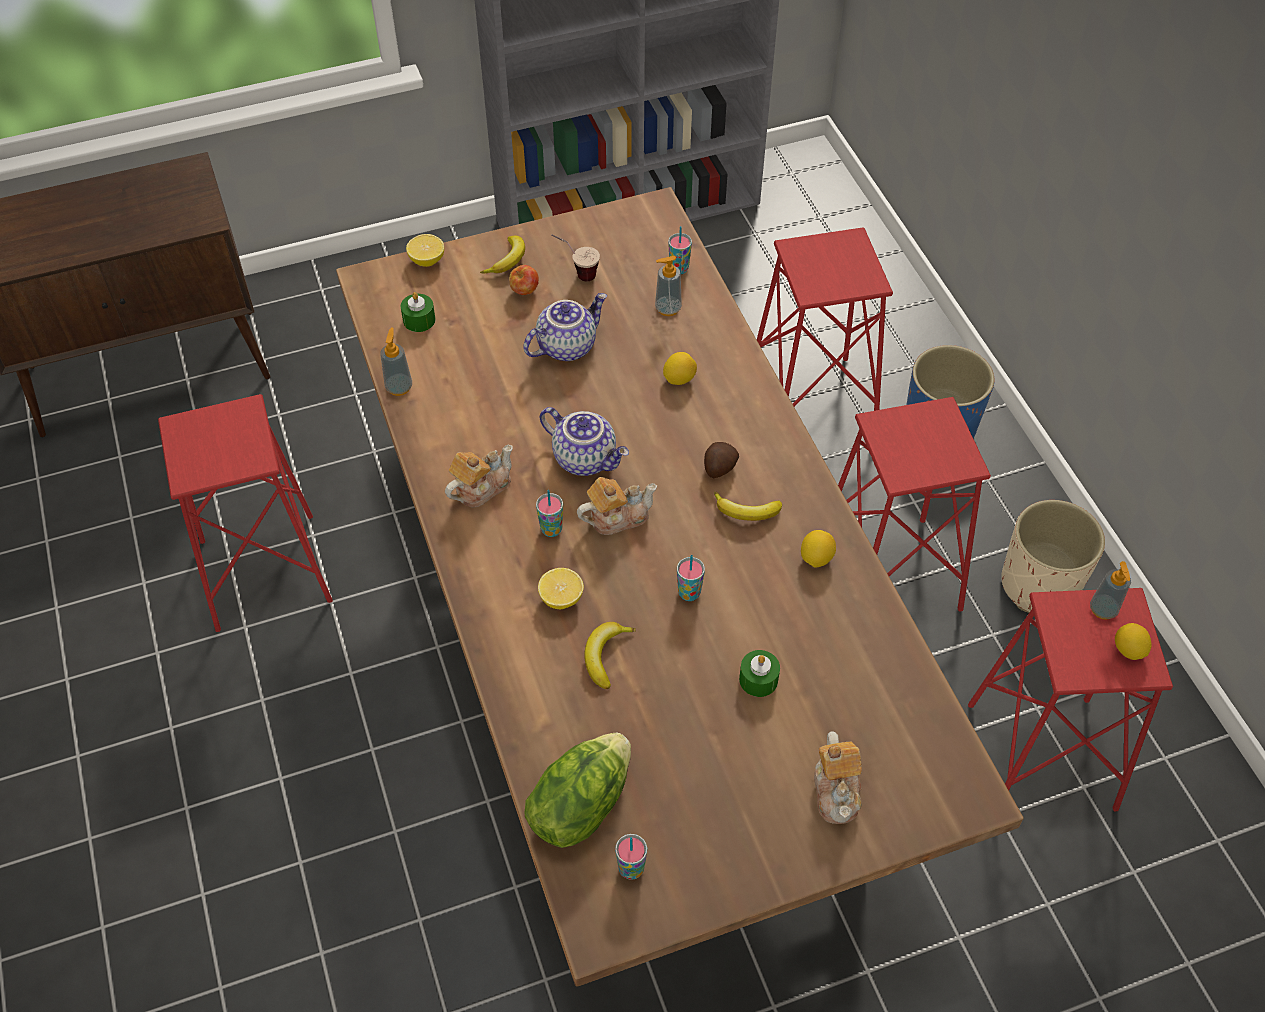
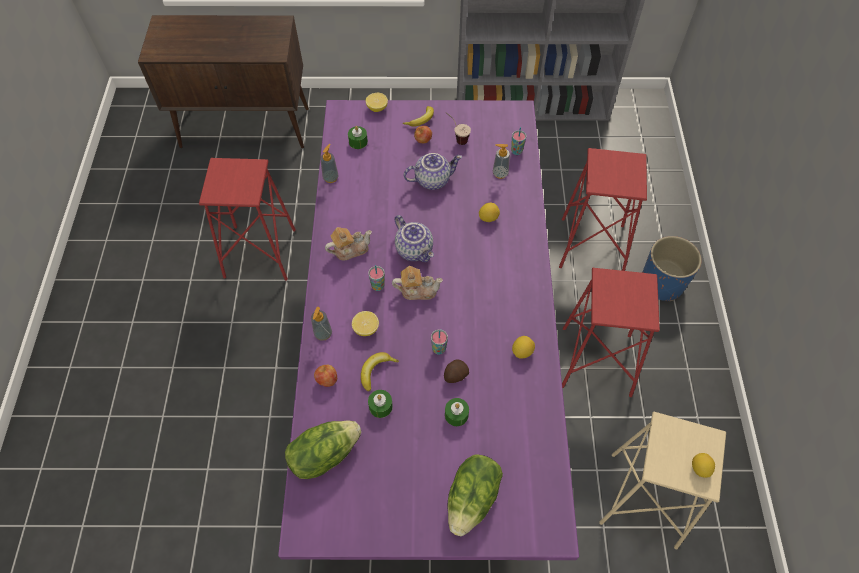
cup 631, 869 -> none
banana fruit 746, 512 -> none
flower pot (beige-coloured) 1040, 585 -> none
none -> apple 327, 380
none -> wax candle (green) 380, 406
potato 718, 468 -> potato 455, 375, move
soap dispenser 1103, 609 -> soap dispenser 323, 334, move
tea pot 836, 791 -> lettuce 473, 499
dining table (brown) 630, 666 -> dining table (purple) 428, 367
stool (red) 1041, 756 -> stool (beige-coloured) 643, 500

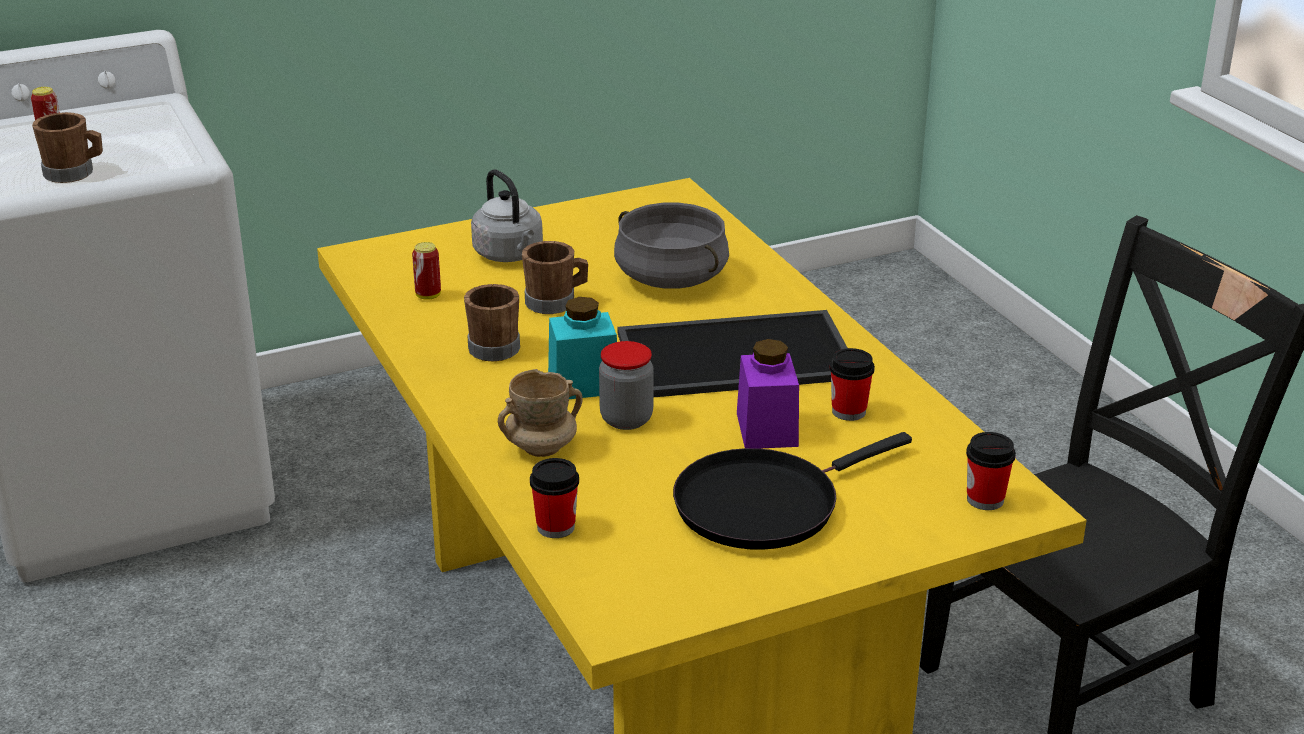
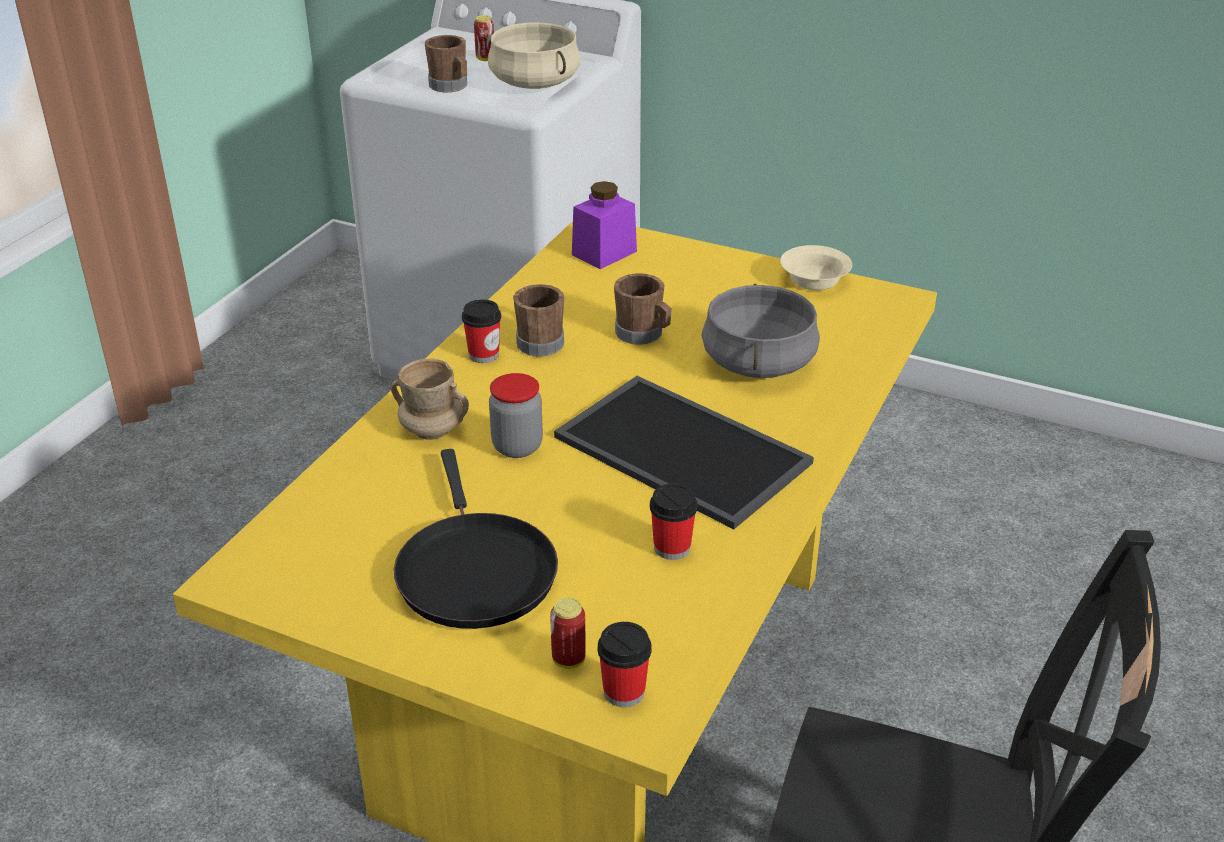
tea kettle (gray) 510, 255 -> none
storage jar (turquoise) 583, 384 -> none
none -> saucepot (beige-coloured) 535, 83
none -> bowl (beige-coloured) 816, 280
can 428, 296 -> can 568, 660, move
cup 556, 527 -> cup 484, 355, move
storage jar (purple) 767, 429 -> storage jar (purple) 604, 253, move
frying pan (blackish) 764, 504 -> frying pan (blackish) 473, 571, 120 degrees counterclockwise

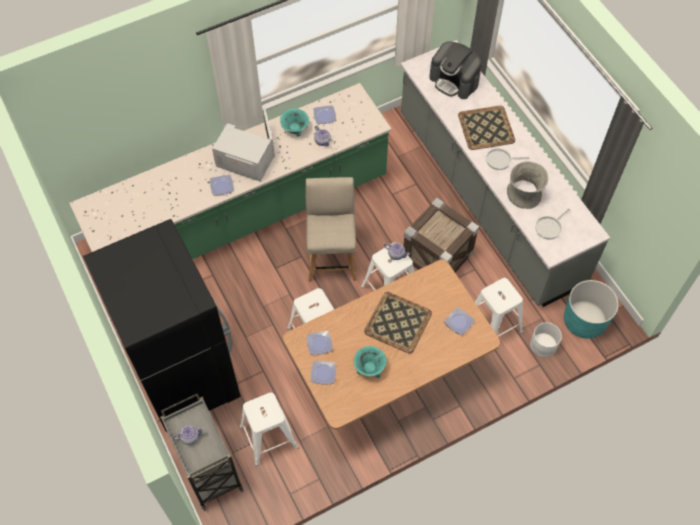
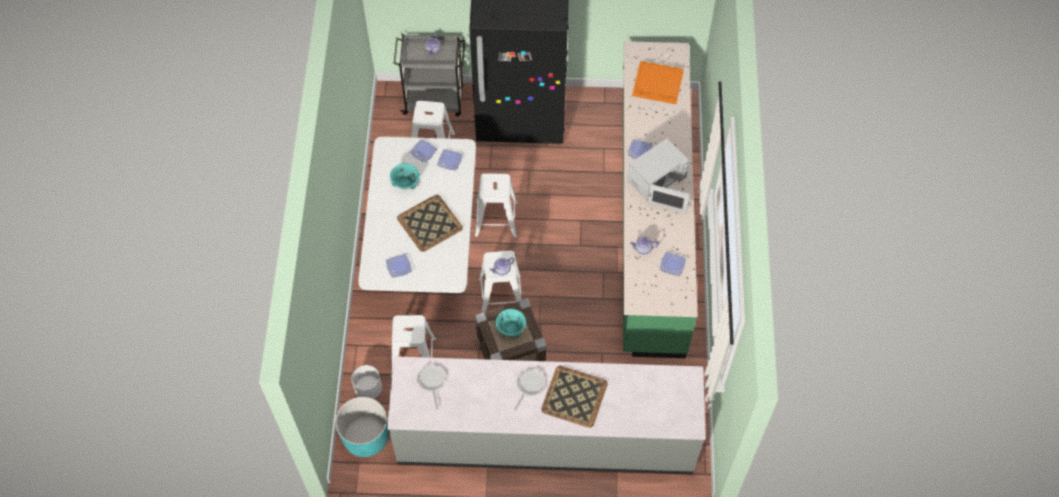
plain chair (beige-coloured) 331, 257 -> none
coffee brewer 454, 81 -> none
flower vase (gray) 523, 195 -> none
none -> carrying tray (orange-coloured) 658, 84
bowl (turquoise) 294, 129 -> bowl (turquoise) 511, 329, move
dining table (brown) 387, 375 -> dining table (whitish) 425, 253

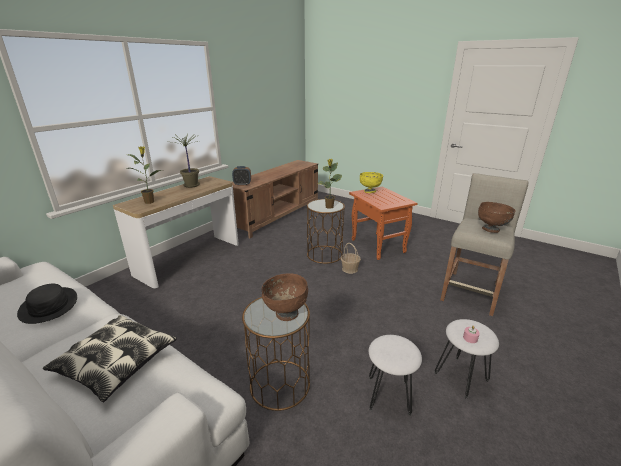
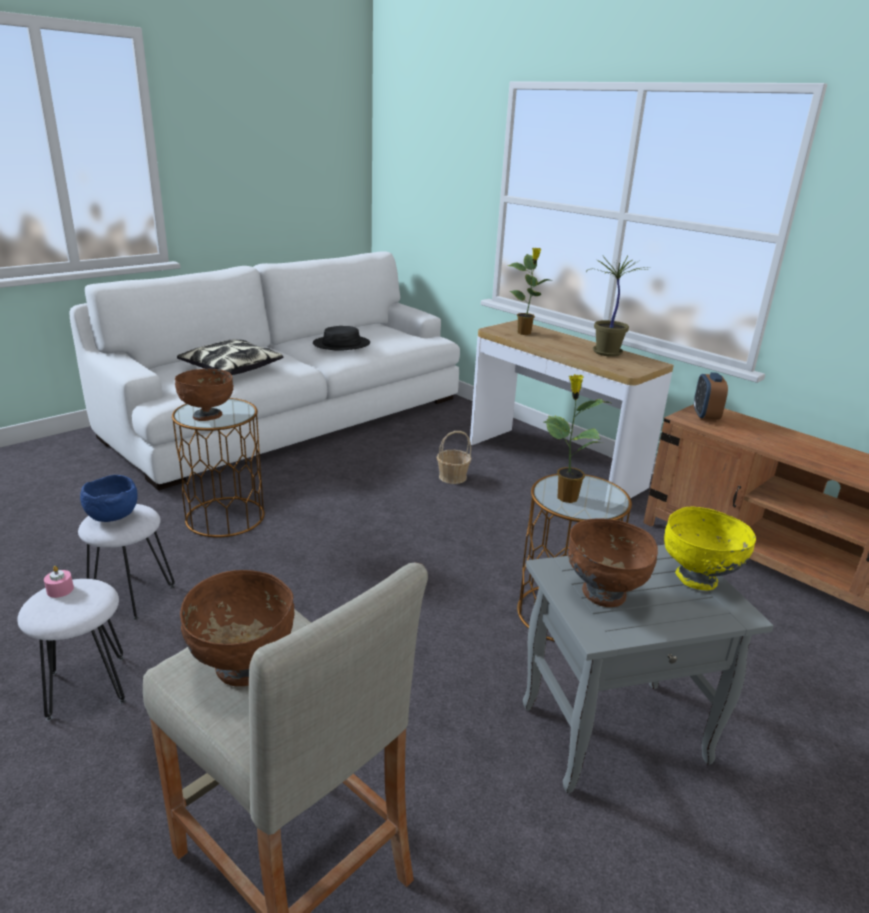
none -> bowl (blue-coloured) 112, 516
none -> bowl (brown) 603, 595
storage basket 350, 269 -> storage basket 452, 477, move
side table (orange-coloured) 376, 246 -> side table (gray) 615, 731

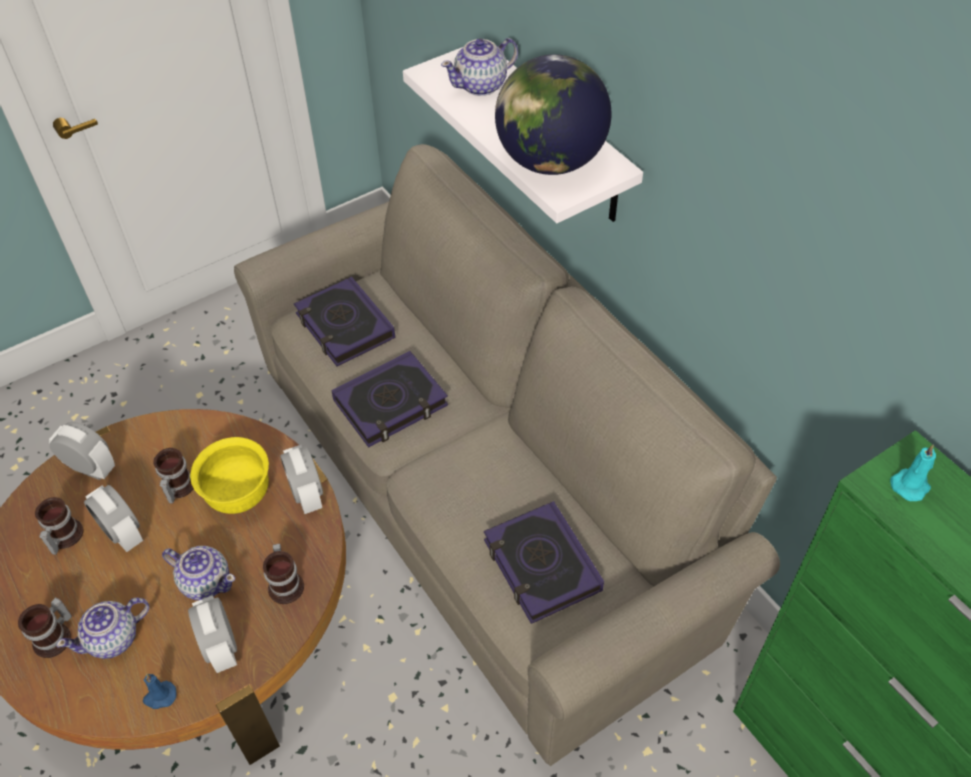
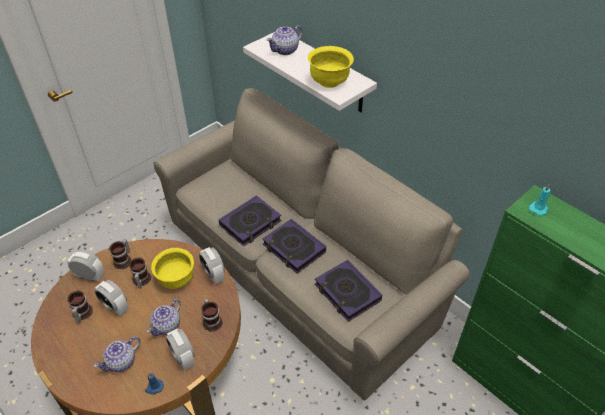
tea mug 56, 638 -> tea mug 124, 261, move
bound book 344, 326 -> bound book 293, 249, move
globe 549, 161 -> bowl (yellow-coloured) 329, 82
tea pot 205, 581 -> tea pot 167, 325, 105 degrees clockwise

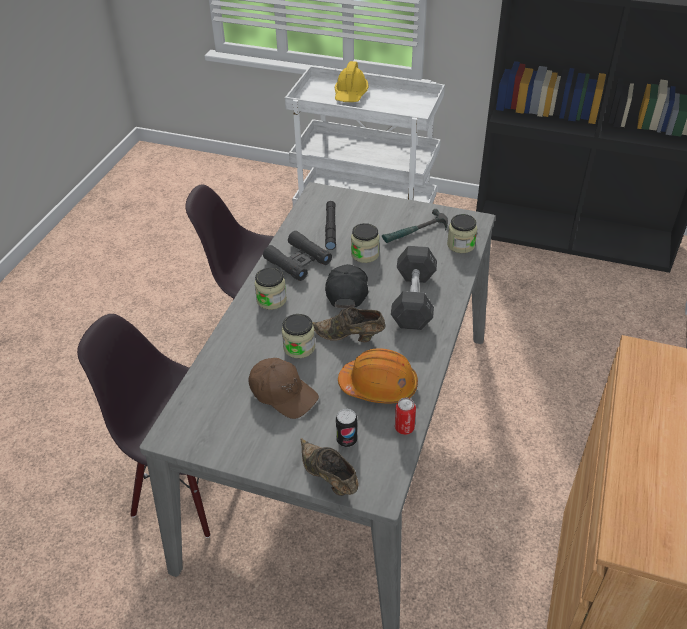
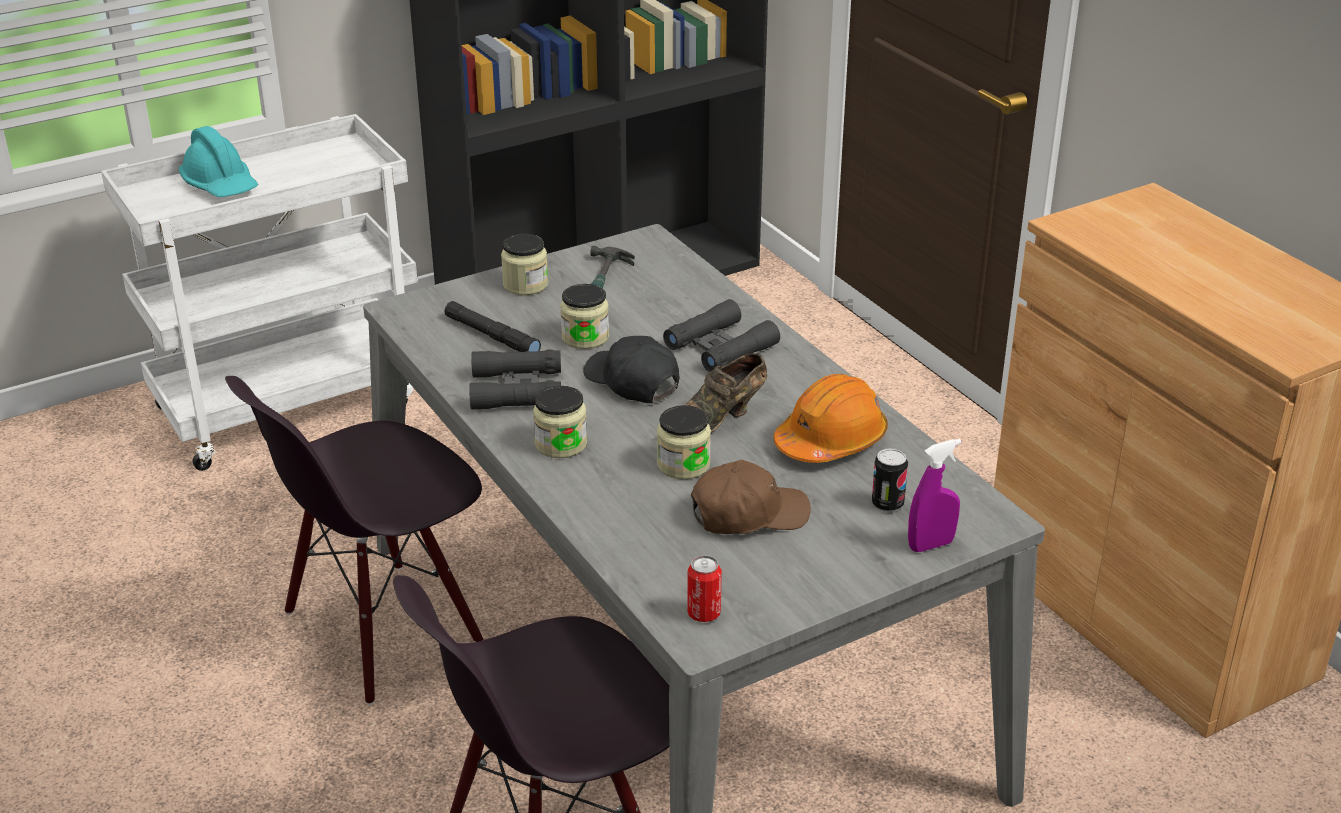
can 404, 428 -> can 704, 614, move
storage jar 461, 245 -> storage jar 525, 285, move
low shoe (brown) 329, 478 -> sprayer (purple) 931, 545
hand weight (gray) 413, 299 -> field glasses (blackish) 720, 347
safety helmet (yellow-coloured) 351, 94 -> safety helmet (turquoise) 220, 185

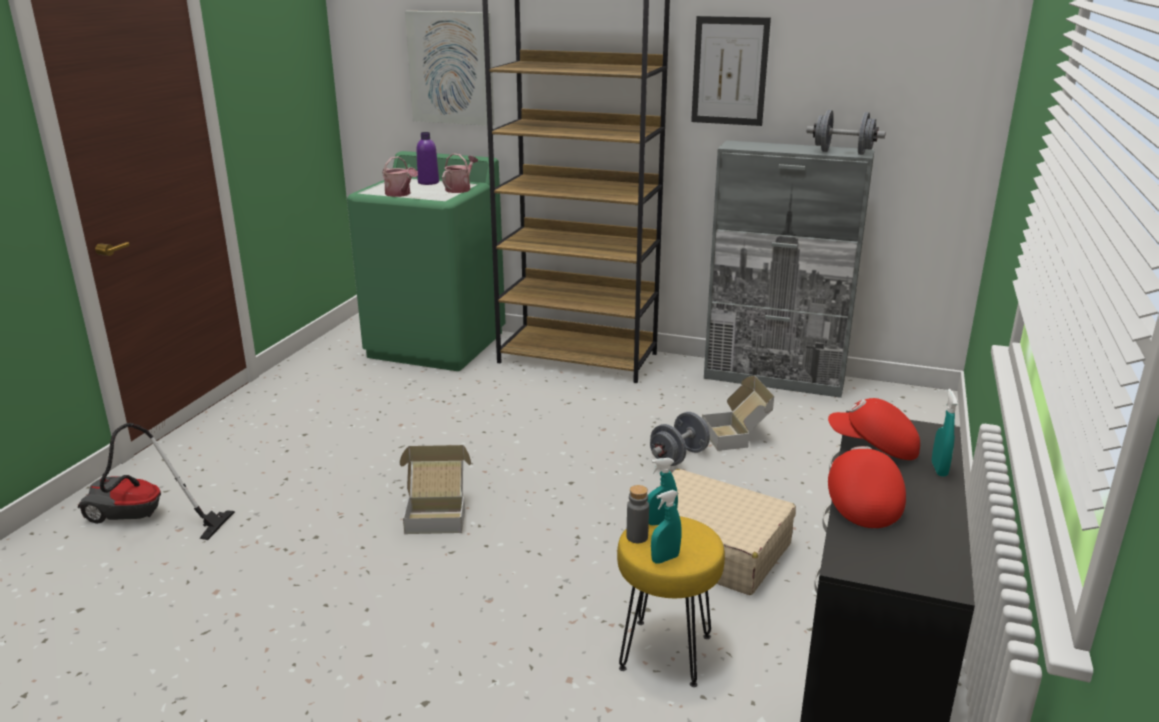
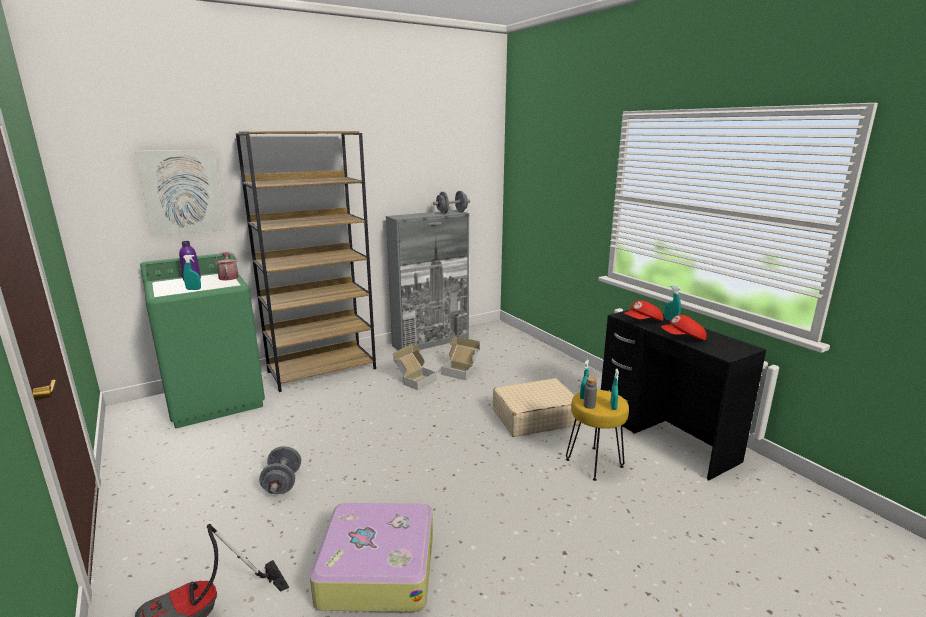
wall picture 729, 71 -> none
none -> suitcase 377, 567
packing box 437, 514 -> packing box 414, 380, move
hand weight (gray) 679, 457 -> hand weight (gray) 282, 483, move
sprinkling can 400, 194 -> sprayer (turquoise) 193, 289
peaked cap (red) 860, 502 -> peaked cap (red) 683, 338, 45 degrees counterclockwise

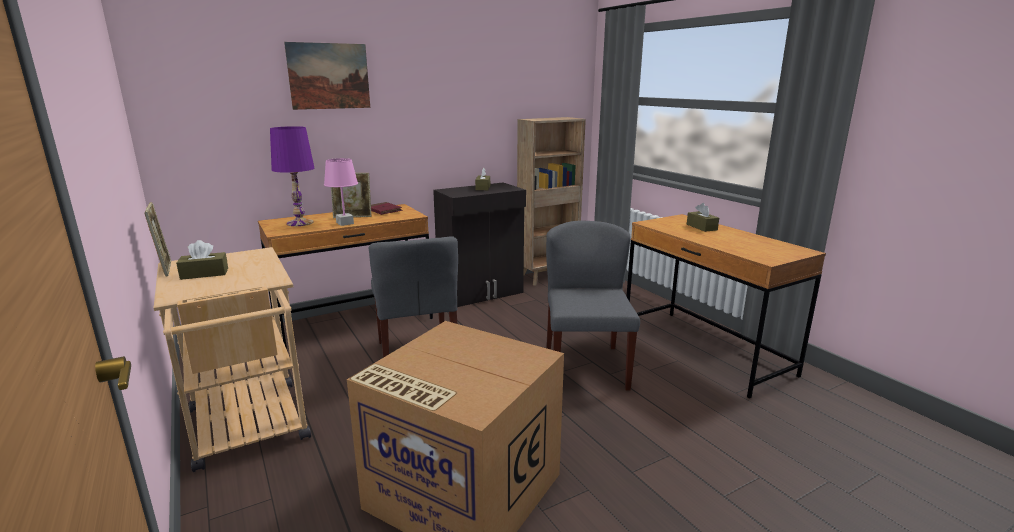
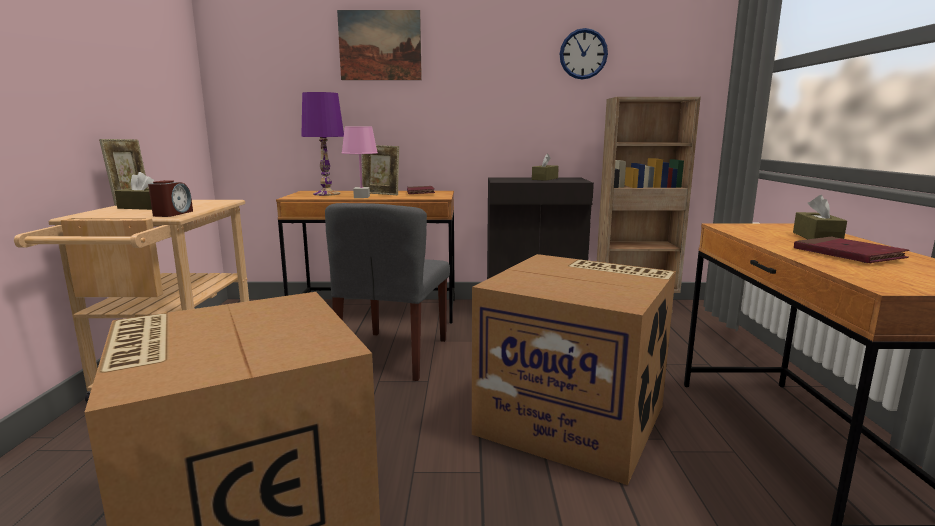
none -> alarm clock 172, 214
none -> wall clock 583, 54
none -> bound book (red) 847, 254
plain chair (gray) 585, 366 -> packing box 574, 419

